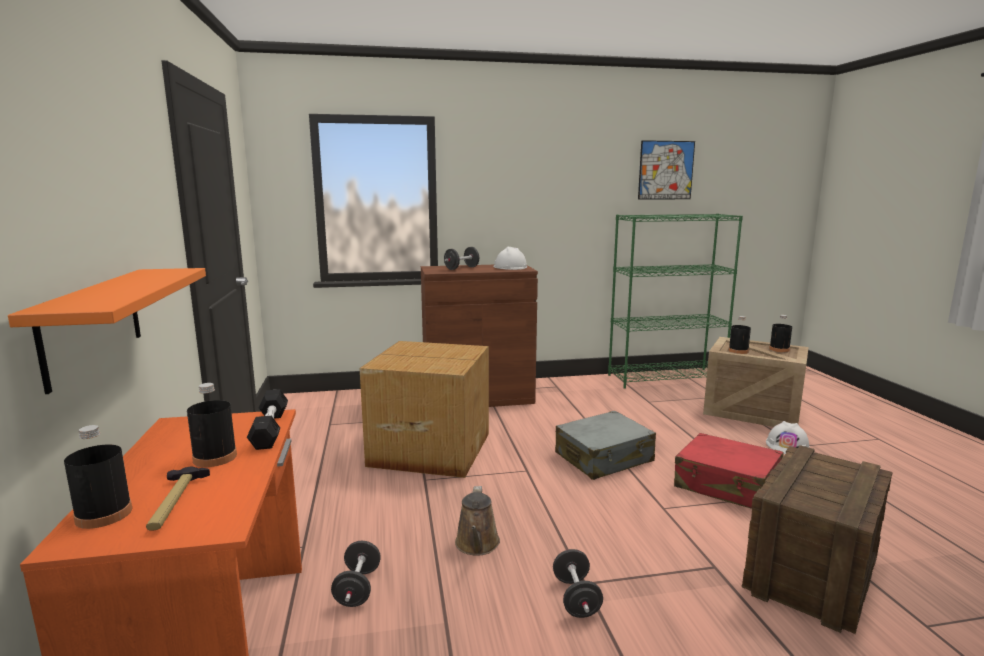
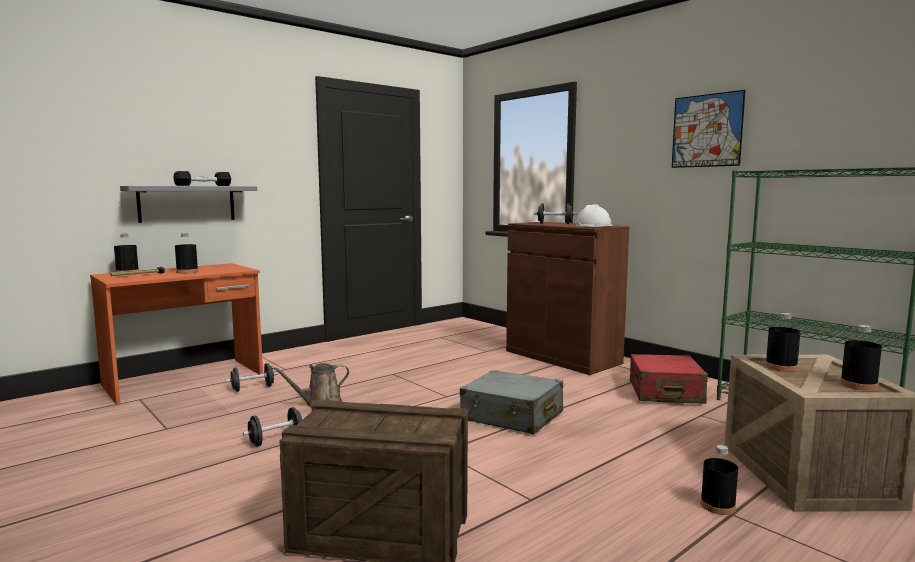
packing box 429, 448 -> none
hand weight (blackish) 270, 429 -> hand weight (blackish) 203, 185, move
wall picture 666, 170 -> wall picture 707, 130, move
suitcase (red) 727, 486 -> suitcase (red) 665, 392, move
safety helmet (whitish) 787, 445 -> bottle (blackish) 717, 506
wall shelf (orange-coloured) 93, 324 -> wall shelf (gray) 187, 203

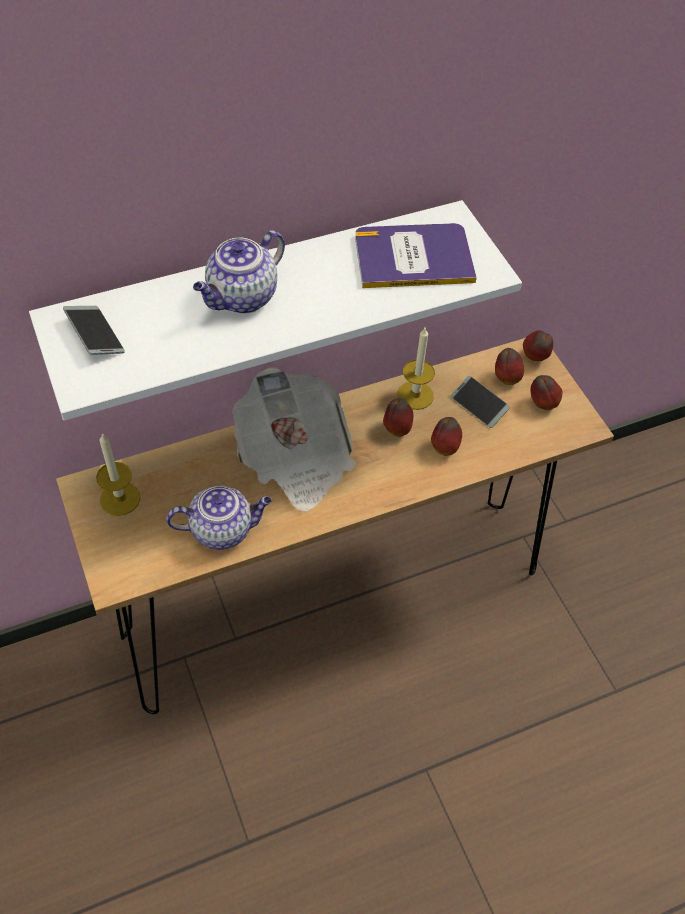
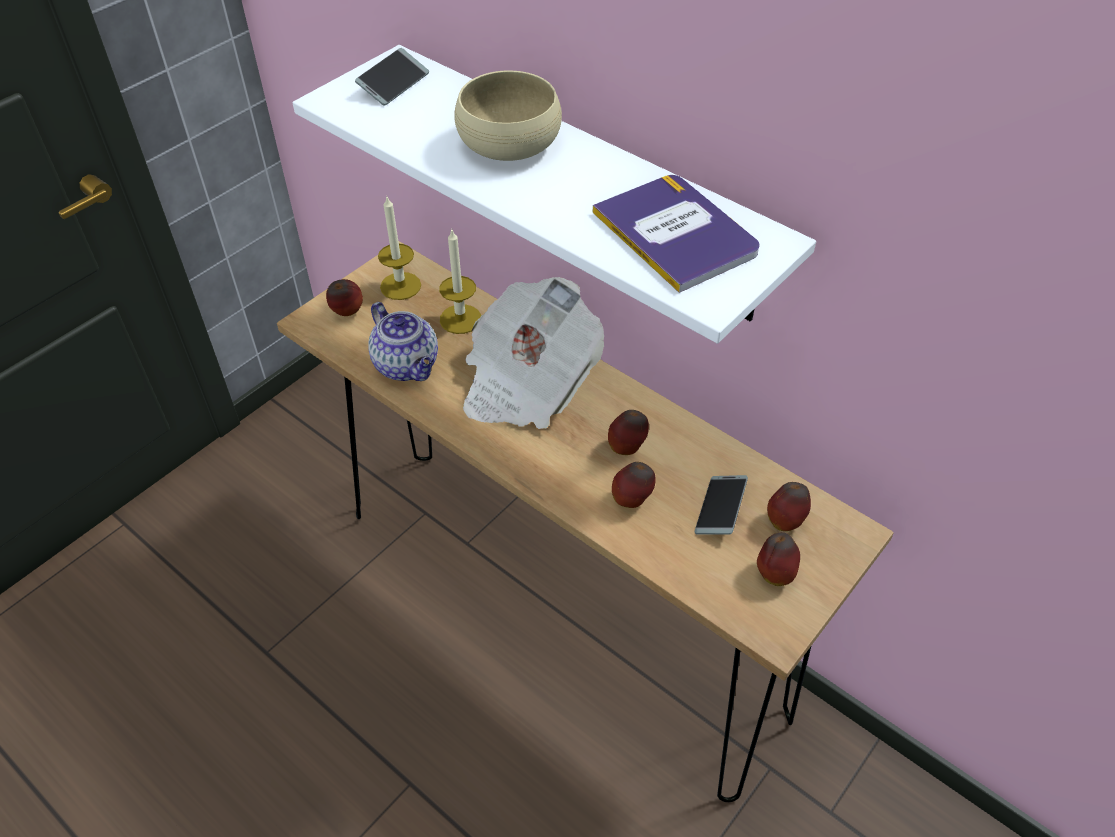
wax candle 415, 395 -> wax candle 460, 319, move
apple 535, 358 -> apple 347, 313, move
tea pot 242, 298 -> bowl (beige-coloured) 508, 143

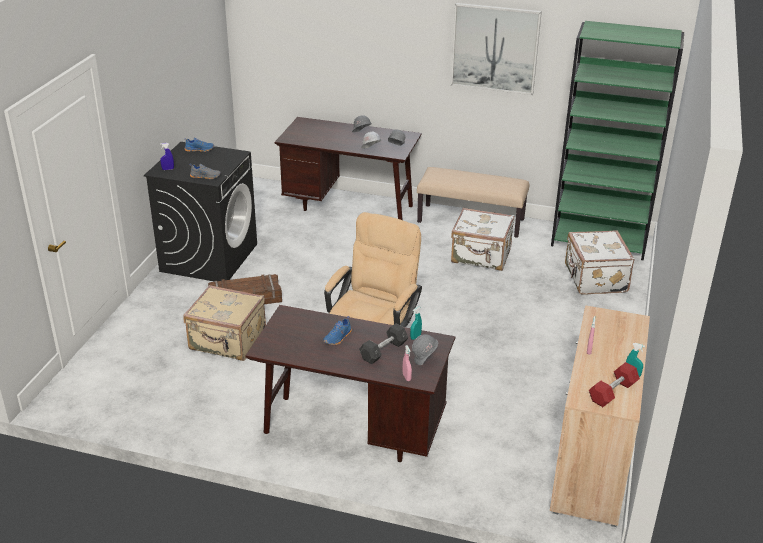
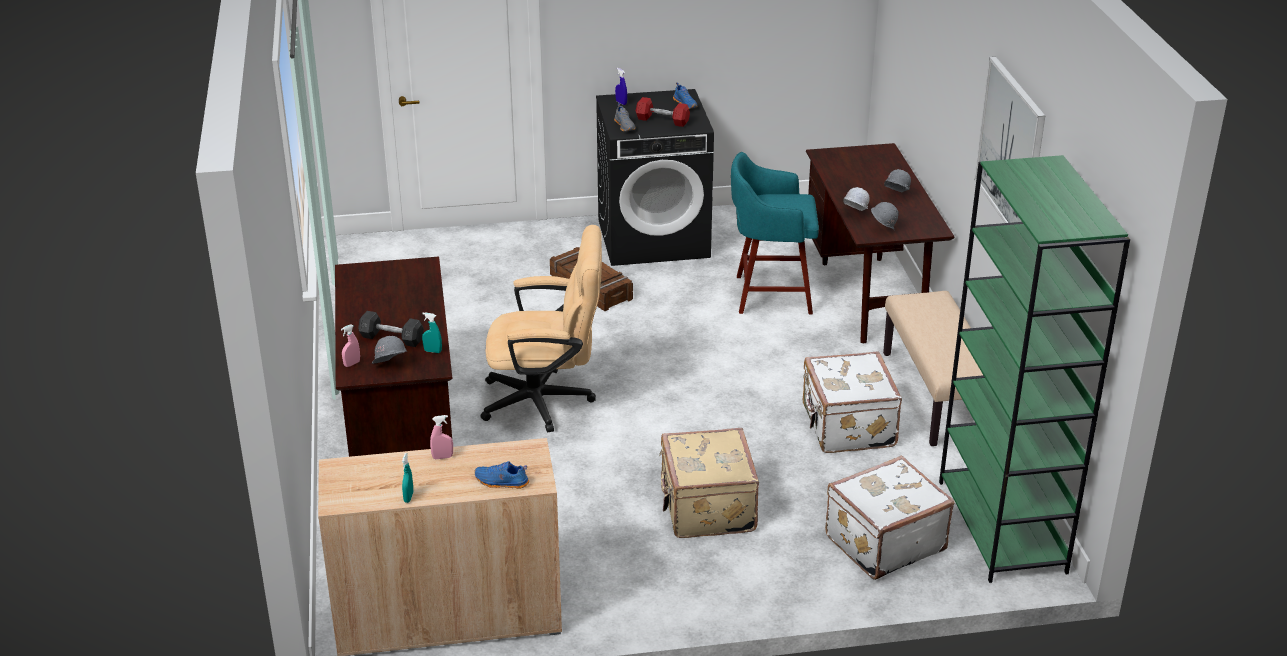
none -> stool (turquoise) 770, 294
suitcase (beige-coloured) 227, 341 -> suitcase (beige-coloured) 706, 508, move
low shoe (blue-coloured) 338, 338 -> low shoe (blue-coloured) 501, 482, move
hand weight (red) 612, 392 -> hand weight (red) 662, 120, move

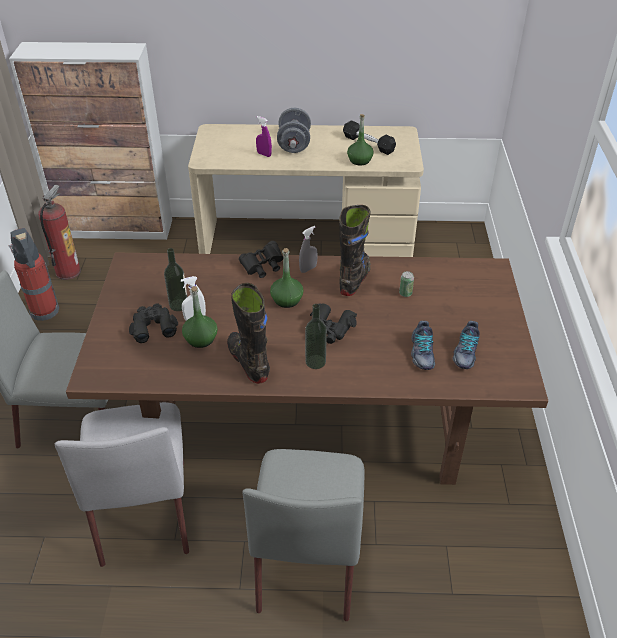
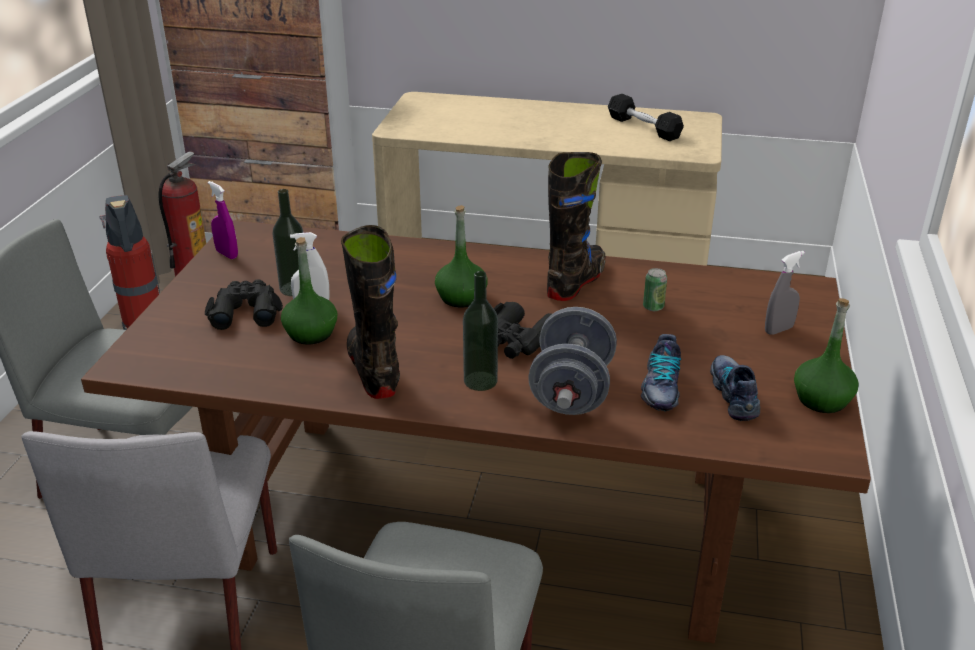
field glasses (blackish) 263, 267 -> none
sprayer (purple) 264, 154 -> sprayer (purple) 227, 254, move
hand weight (gray) 294, 144 -> hand weight (gray) 571, 392, move
sprayer (gray) 308, 269 -> sprayer (gray) 778, 330, move
bottle (green) 359, 160 -> bottle (green) 821, 399, move
low shoe 465, 352 -> low shoe 735, 394, 150 degrees clockwise

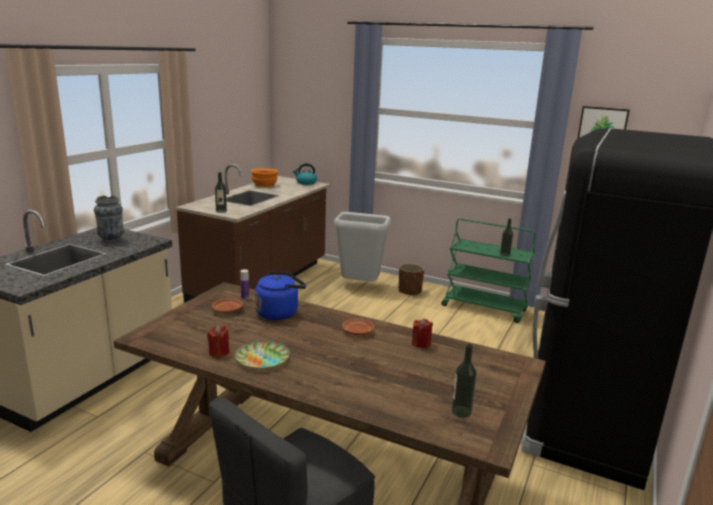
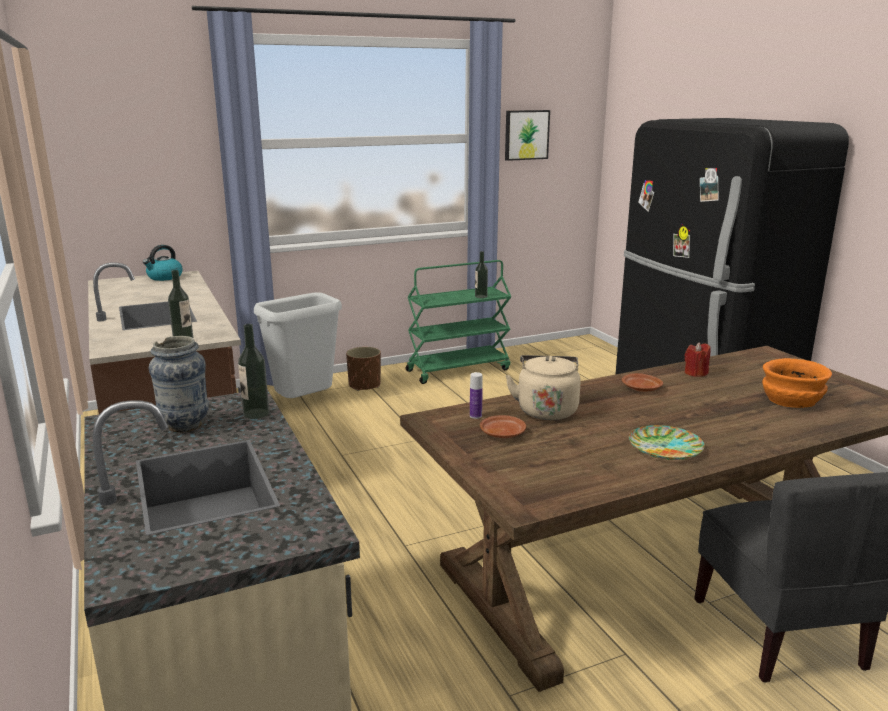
wax candle (red) 219, 352 -> none
bowl (orange-coloured) 264, 185 -> bowl (orange-coloured) 791, 401, move
bottle 461, 411 -> bottle 256, 413, move
tea kettle (blue-coloured) 279, 312 -> tea kettle (beige-coloured) 546, 410

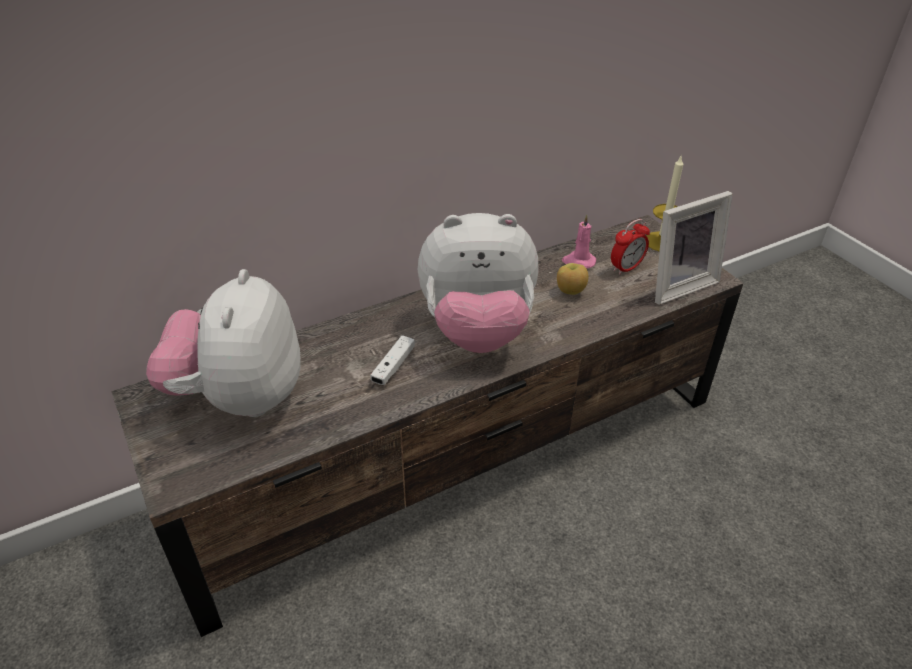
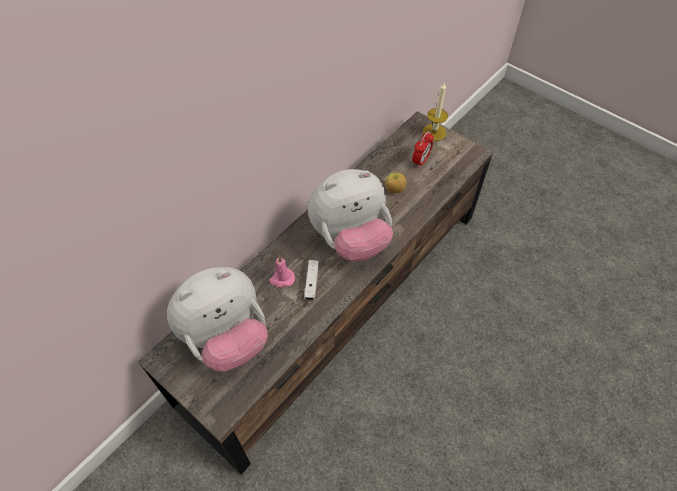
photo frame 677, 284 -> none
wax candle (pink-coloured) 578, 261 -> wax candle (pink-coloured) 282, 279, move
plush toy 240, 397 -> plush toy 227, 337, 105 degrees counterclockwise

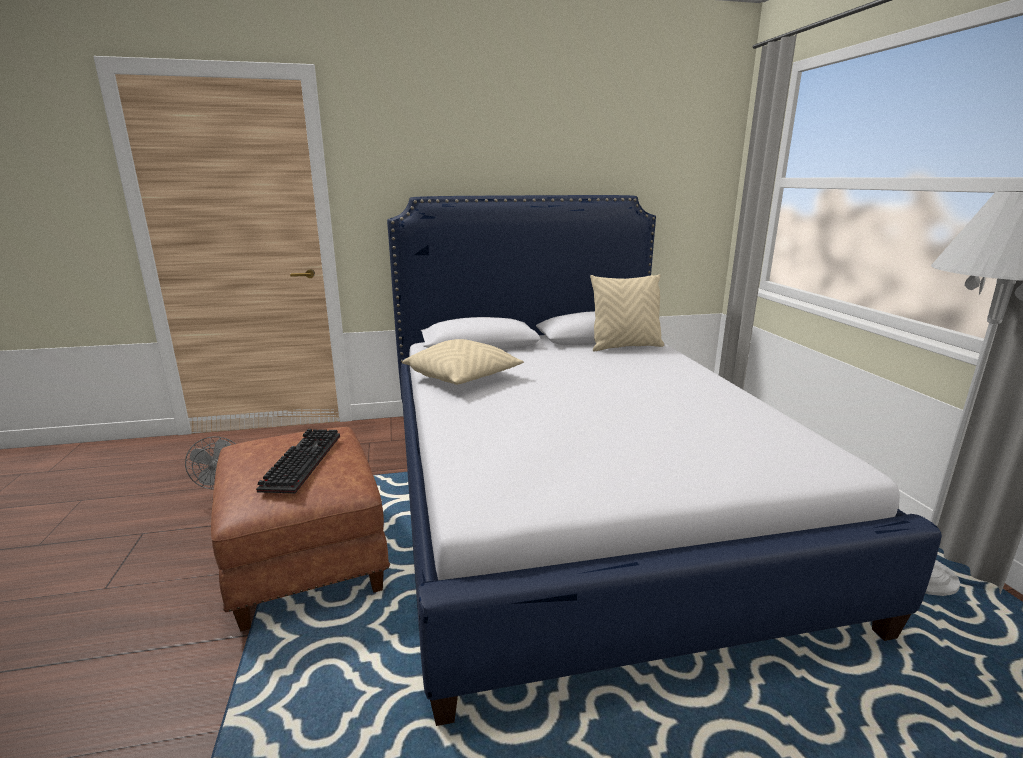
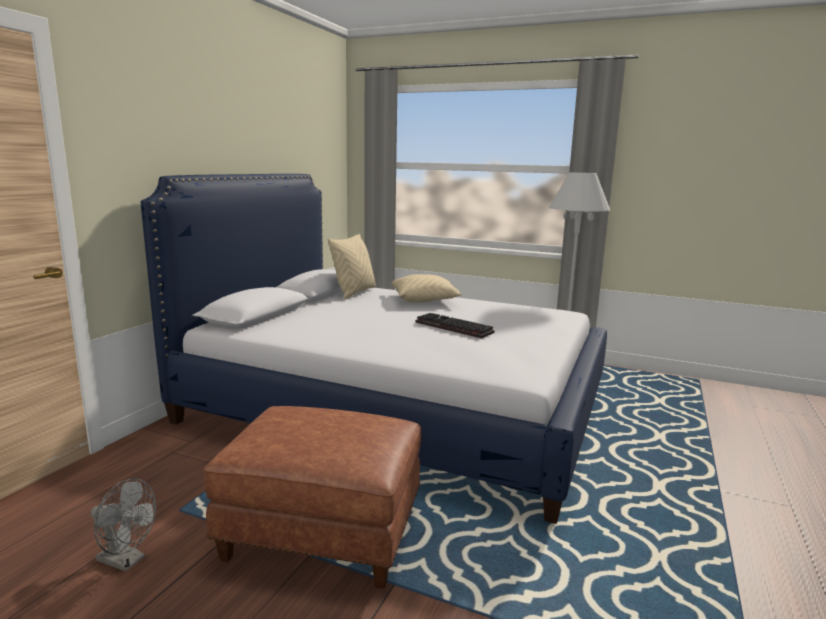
keyboard 301, 461 -> keyboard 451, 327, move
cushion (beige-coloured) 463, 378 -> cushion (beige-coloured) 425, 300, move

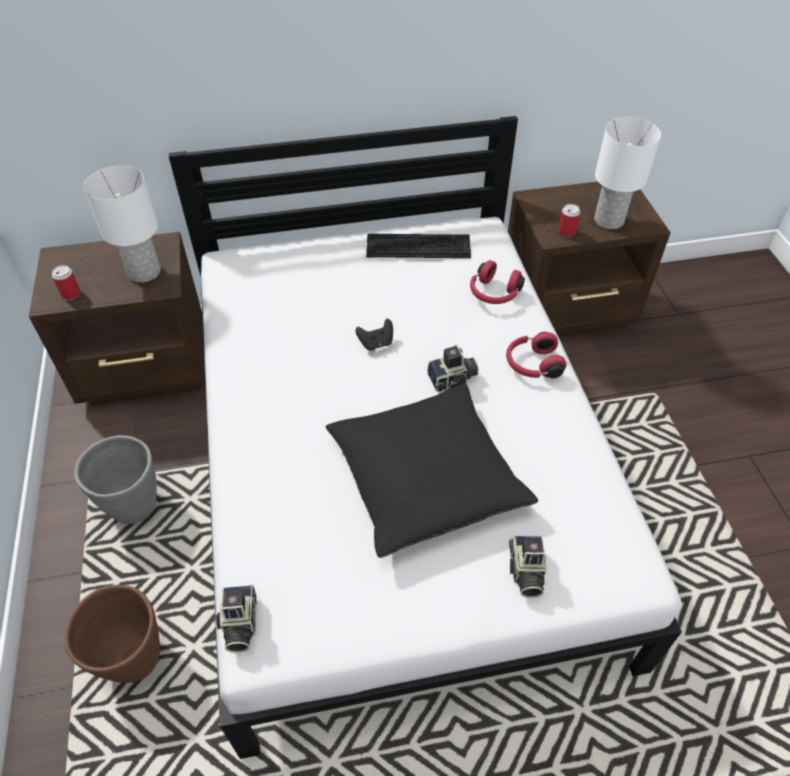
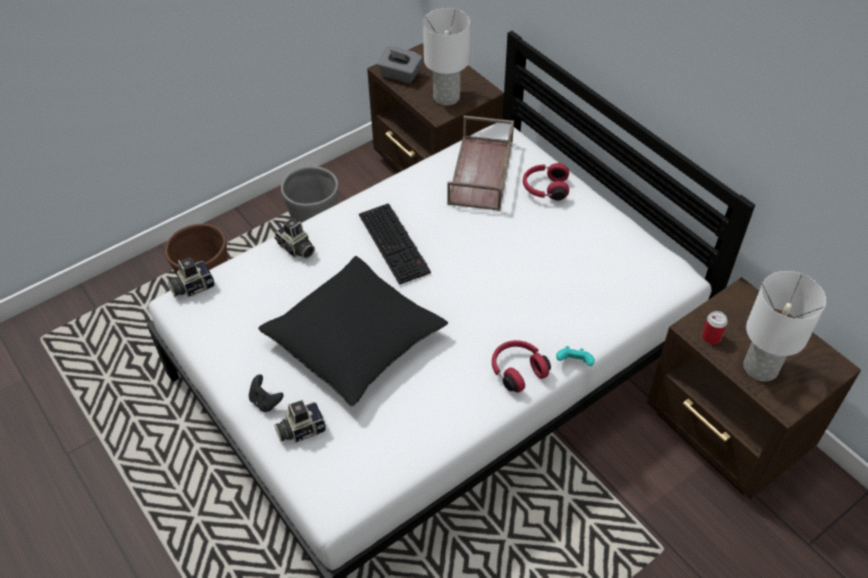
none -> carrying tray (brown) 482, 173
none -> game controller (turquoise) 574, 363
game controller (blackish) 376, 343 -> game controller (blackish) 265, 401, move
keyboard 419, 246 -> keyboard 395, 243, move
still camera 453, 380 -> still camera 296, 249, move
headset (red) 493, 294 -> headset (red) 545, 189, move
can 71, 294 -> tissue box (gray) 400, 75

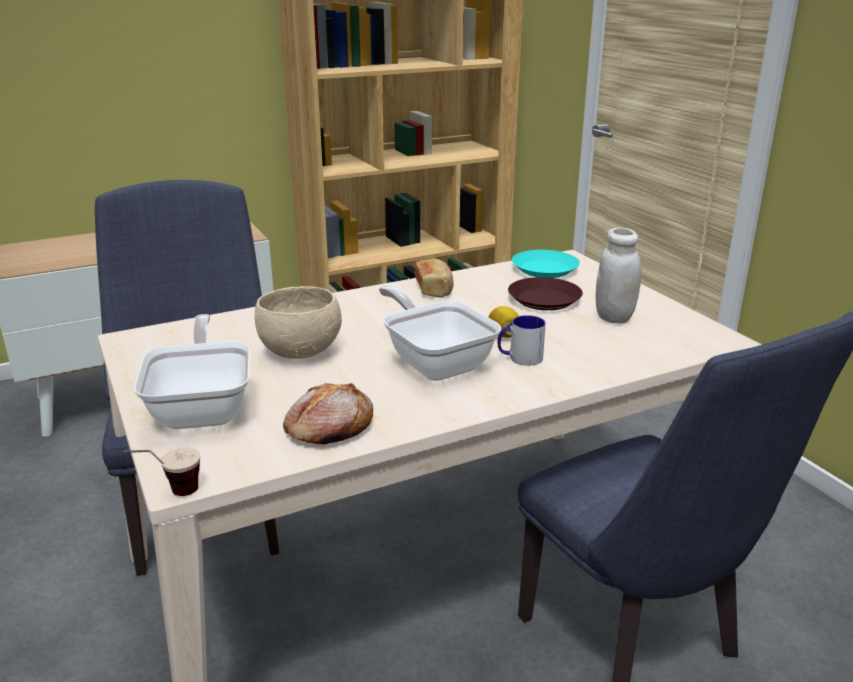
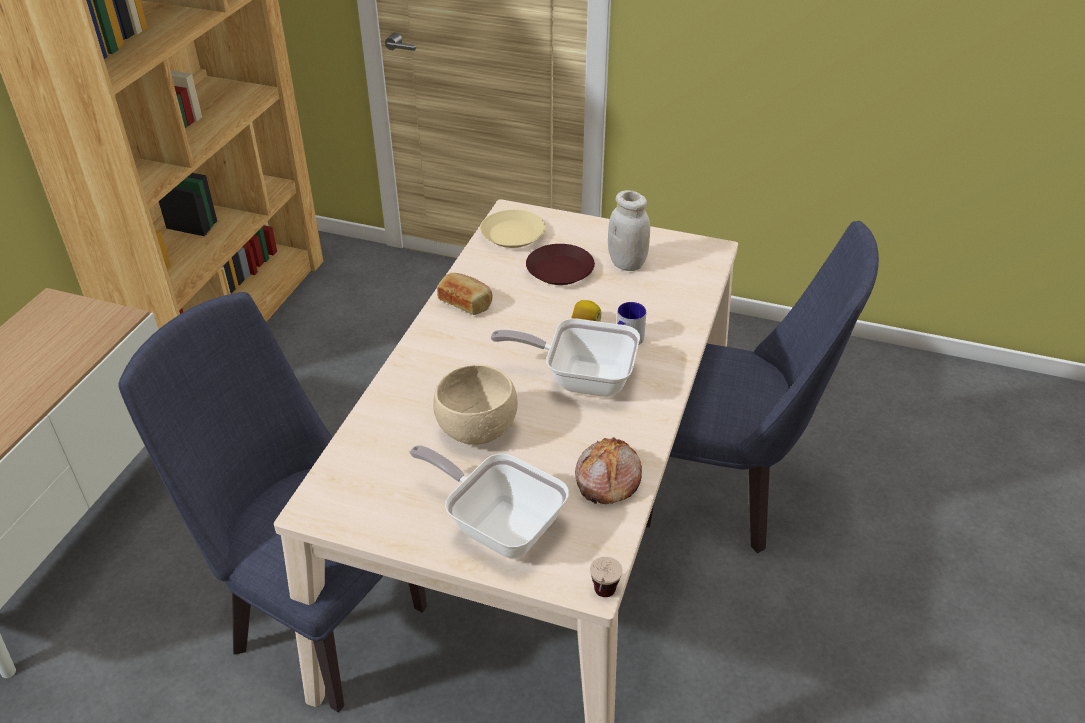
dinner plate (turquoise) 544, 269 -> dinner plate (beige-coloured) 512, 234

